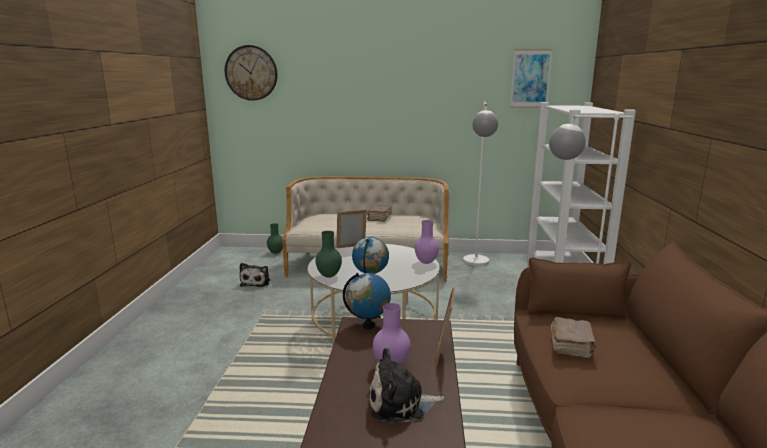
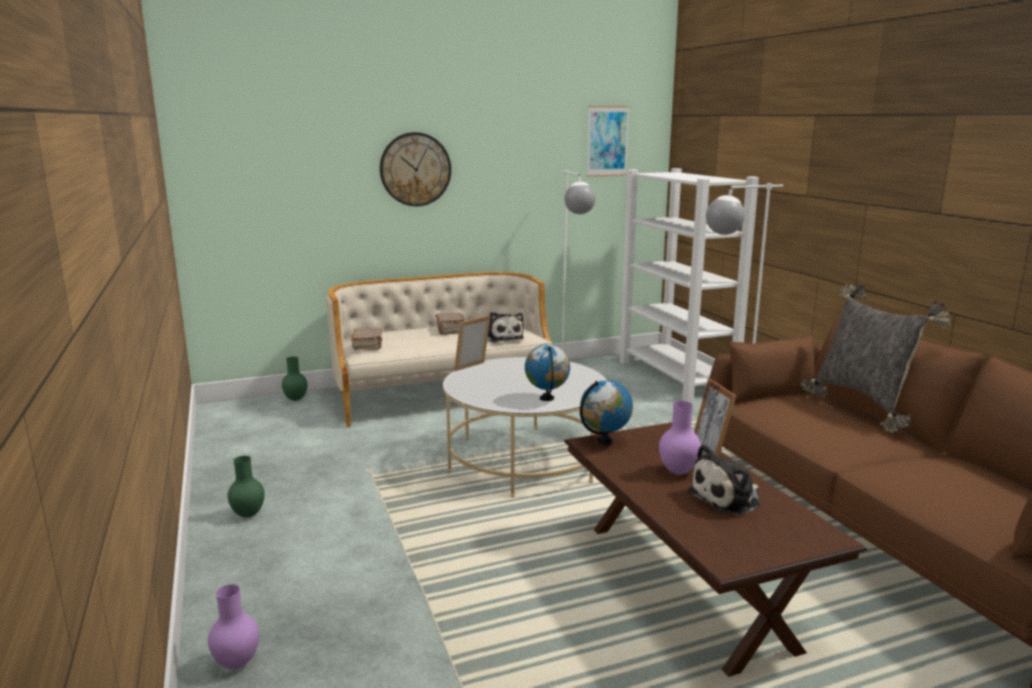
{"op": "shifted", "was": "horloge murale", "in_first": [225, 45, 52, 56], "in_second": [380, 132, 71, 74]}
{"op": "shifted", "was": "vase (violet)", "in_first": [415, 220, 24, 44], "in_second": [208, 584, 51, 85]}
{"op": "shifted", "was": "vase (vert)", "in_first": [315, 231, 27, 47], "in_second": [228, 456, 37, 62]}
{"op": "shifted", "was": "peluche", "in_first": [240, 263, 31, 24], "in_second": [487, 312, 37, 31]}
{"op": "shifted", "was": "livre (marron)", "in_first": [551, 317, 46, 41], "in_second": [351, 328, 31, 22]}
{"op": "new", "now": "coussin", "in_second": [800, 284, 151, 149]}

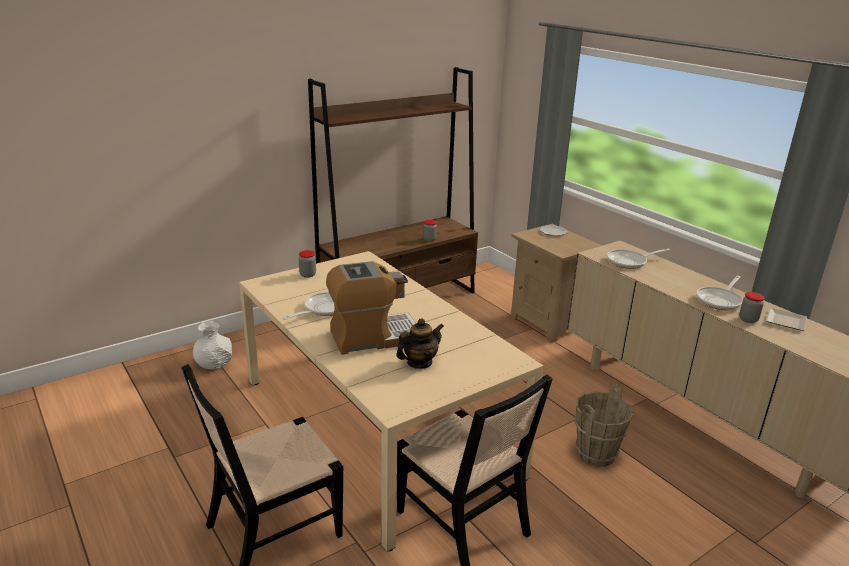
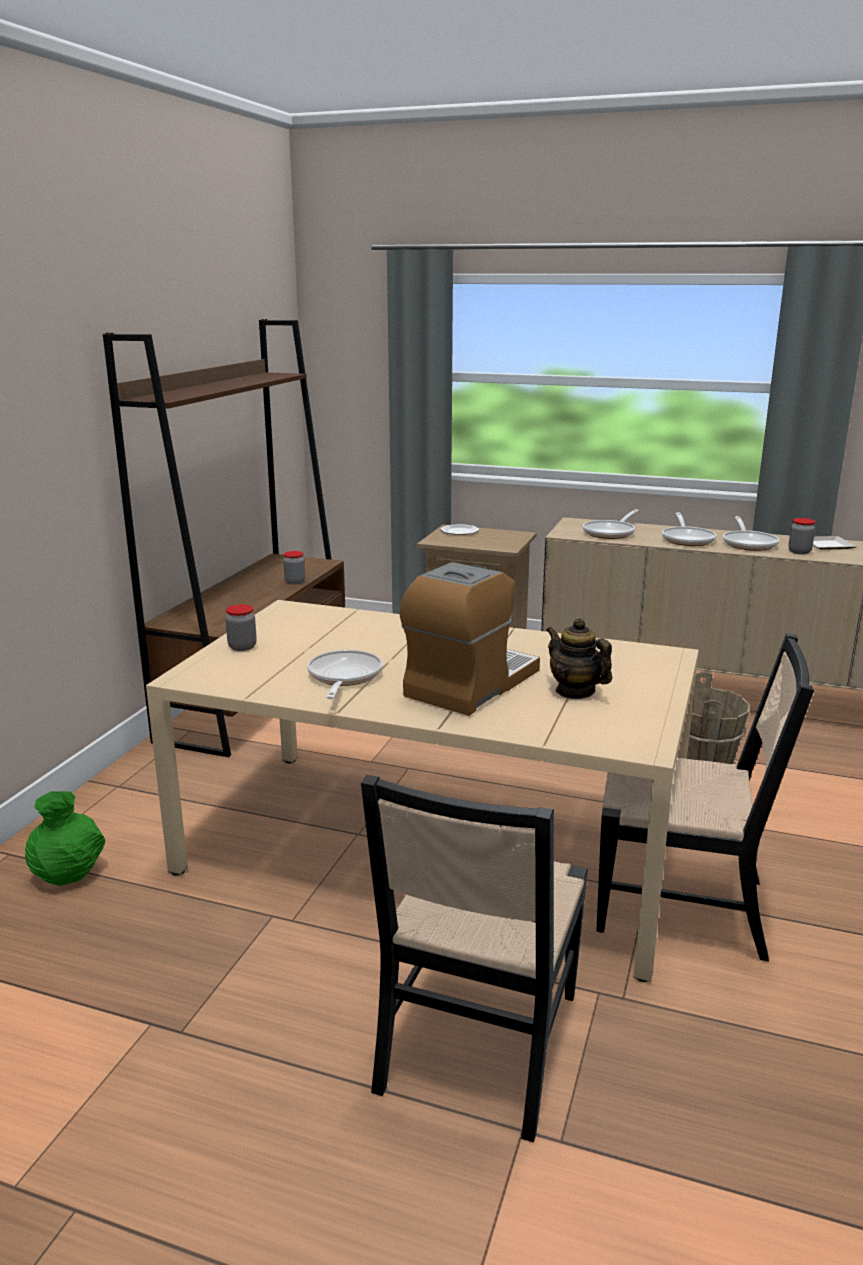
{"op": "rotated", "was": "théière", "in_first": [396, 318, 48, 51], "in_second": [546, 618, 66, 81], "clockwise": -60}
{"op": "repainted", "was": "vase (blanc)", "now": "vase (vert)", "in_first": [193, 321, 39, 49], "in_second": [25, 791, 80, 95]}
{"op": "new", "now": "poêle", "in_second": [662, 513, 55, 33]}

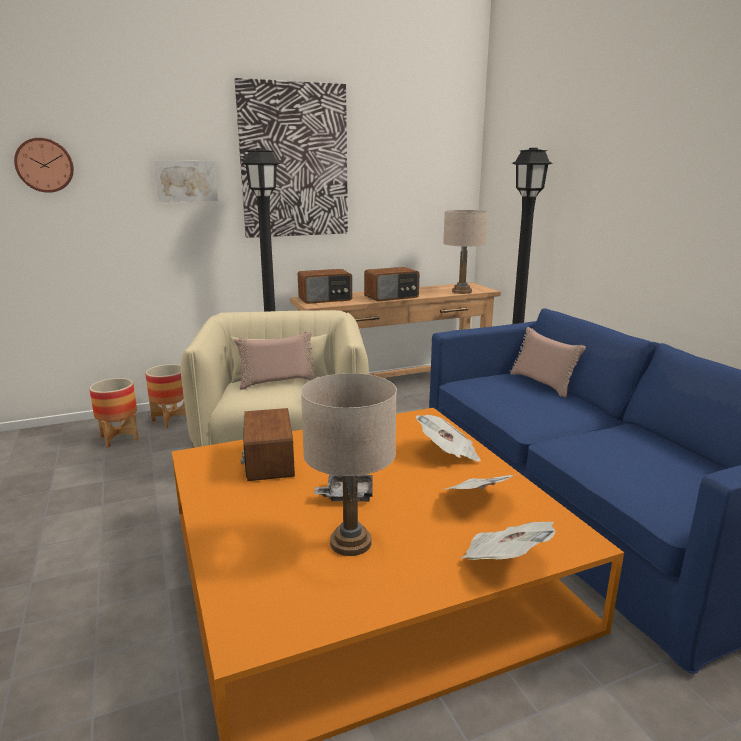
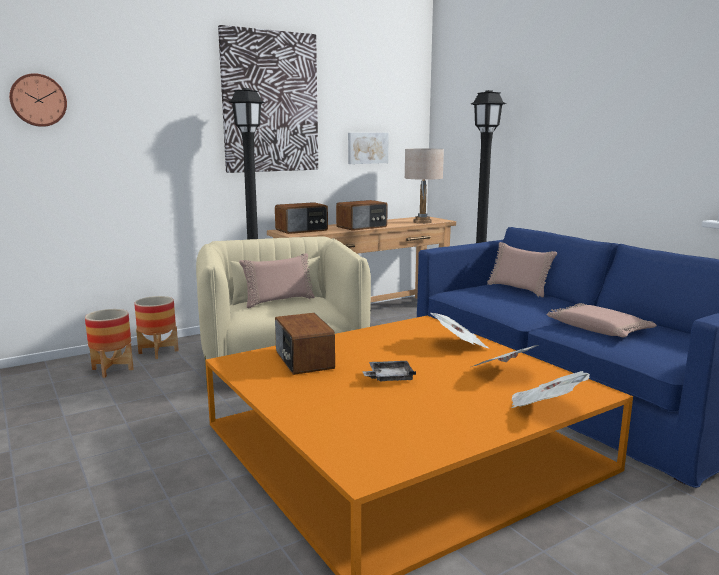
{"op": "shifted", "was": "tableau", "in_first": [154, 161, 64, 41], "in_second": [348, 133, 41, 31]}
{"op": "gone", "was": "lampe de table (beige)", "in_first": [301, 373, 96, 183]}
{"op": "new", "now": "coussin (beige)", "in_second": [546, 303, 111, 34]}

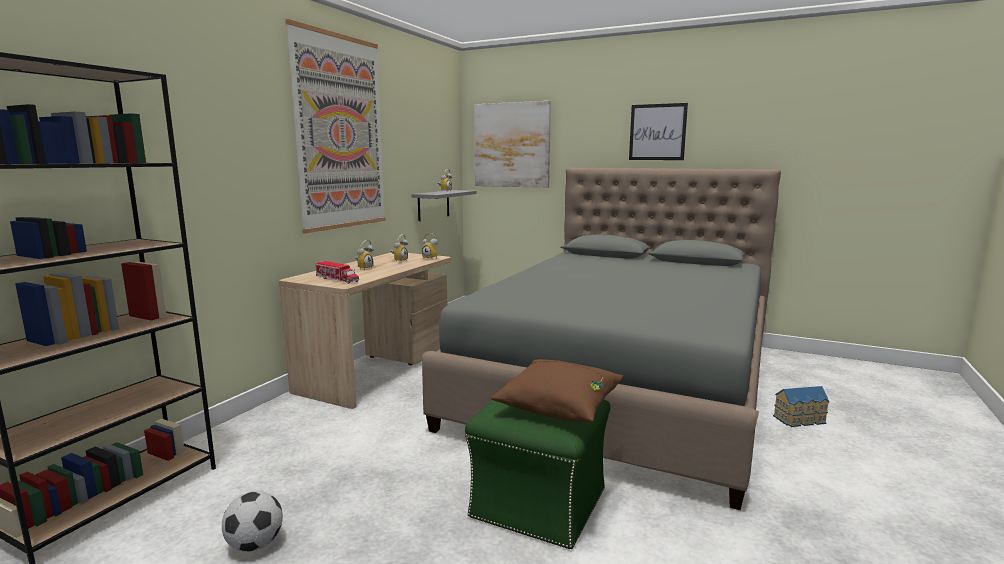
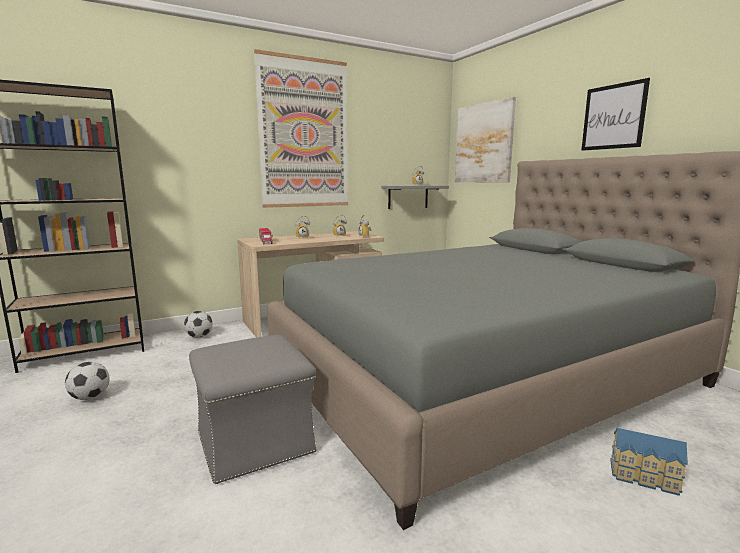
{"op": "gone", "was": "coussin (marron)", "in_first": [491, 359, 133, 63]}
{"op": "repainted", "was": "pouf (vert)", "now": "pouf (gris)", "in_first": [465, 400, 146, 149], "in_second": [189, 335, 128, 149]}
{"op": "new", "now": "ballon de foot", "in_second": [184, 311, 29, 27]}

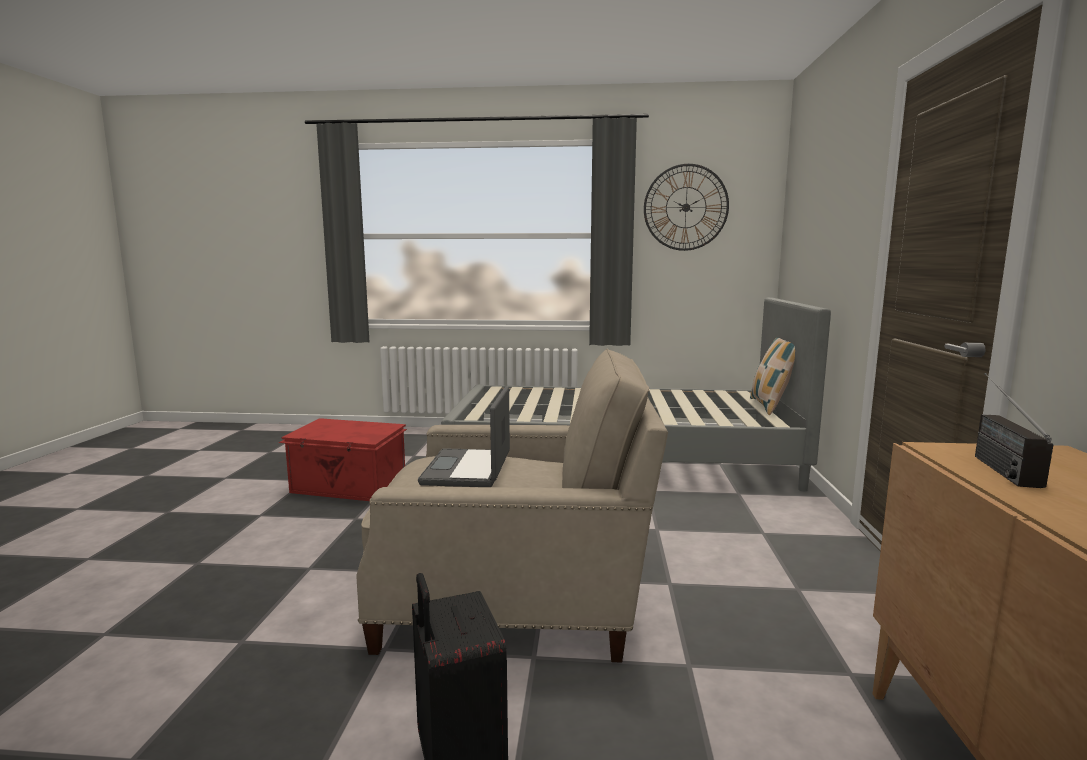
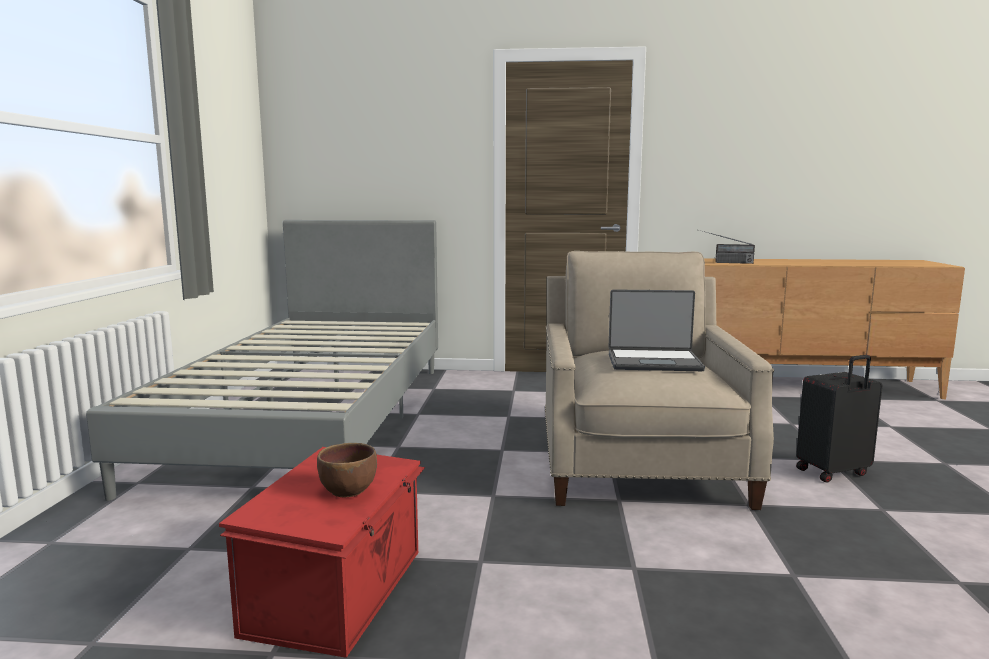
{"op": "gone", "was": "horloge murale", "in_first": [644, 164, 85, 87]}
{"op": "gone", "was": "coussin", "in_first": [750, 338, 45, 77]}
{"op": "new", "now": "bol (marron)", "in_second": [317, 443, 60, 54]}

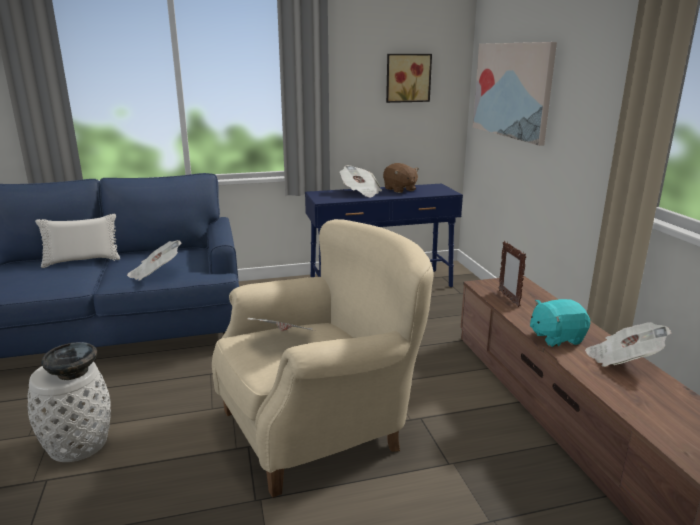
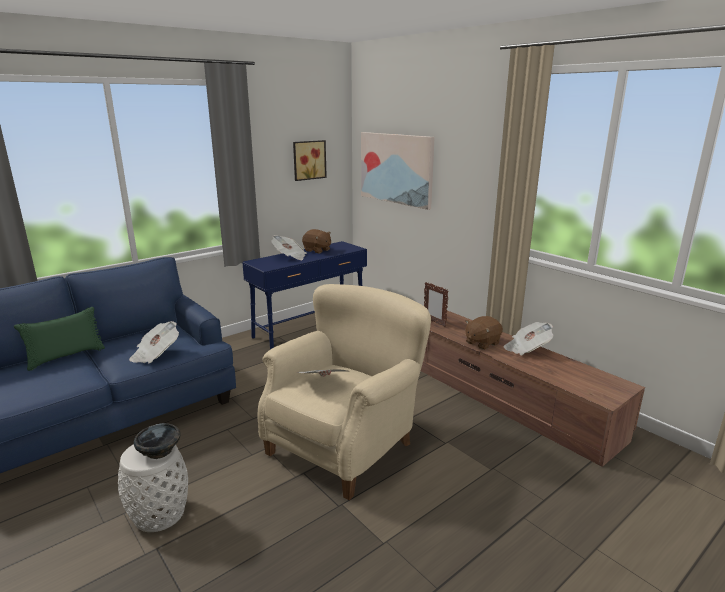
{"op": "repainted", "was": "coussin (blanc)", "now": "coussin (vert)", "in_first": [35, 214, 85, 54], "in_second": [14, 307, 91, 64]}
{"op": "repainted", "was": "peluche (turquoise)", "now": "peluche (marron)", "in_first": [530, 299, 60, 48], "in_second": [465, 316, 38, 34]}

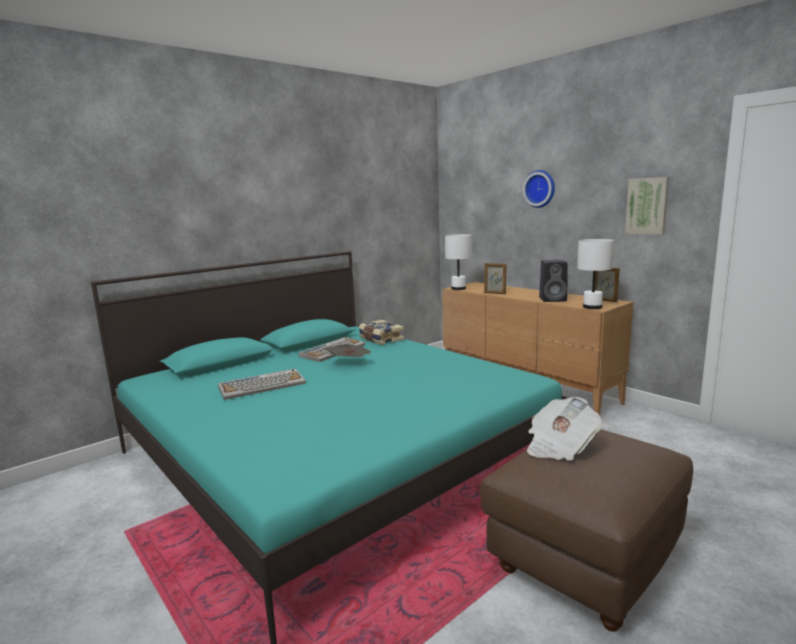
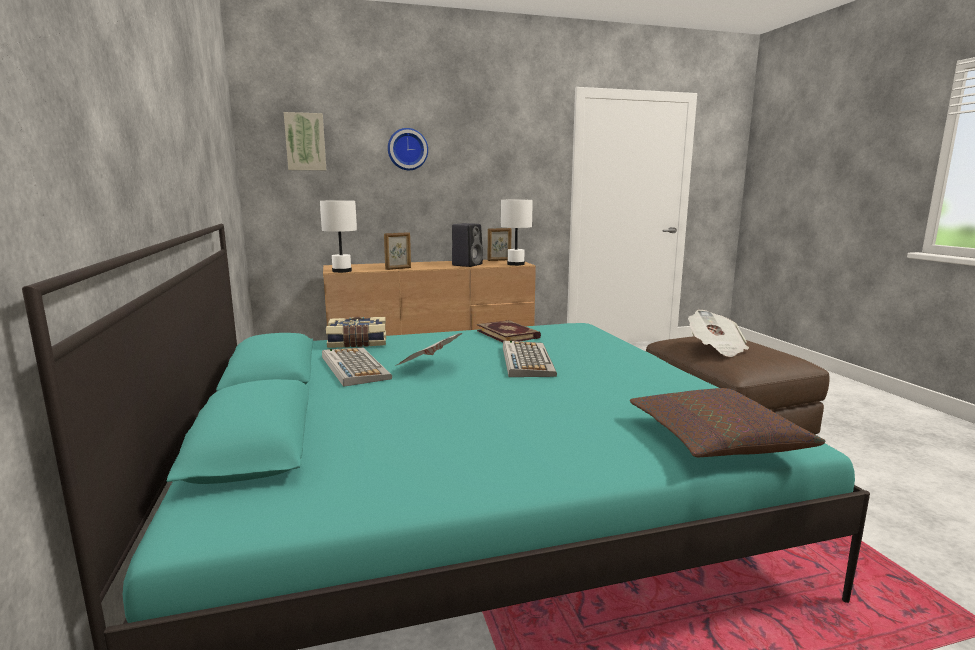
{"op": "shifted", "was": "tableau", "in_first": [625, 177, 44, 58], "in_second": [284, 112, 42, 58]}
{"op": "shifted", "was": "clavier", "in_first": [218, 369, 88, 31], "in_second": [503, 341, 54, 36]}
{"op": "new", "now": "livre", "in_second": [477, 320, 64, 23]}
{"op": "new", "now": "coussin (marron)", "in_second": [630, 388, 196, 69]}

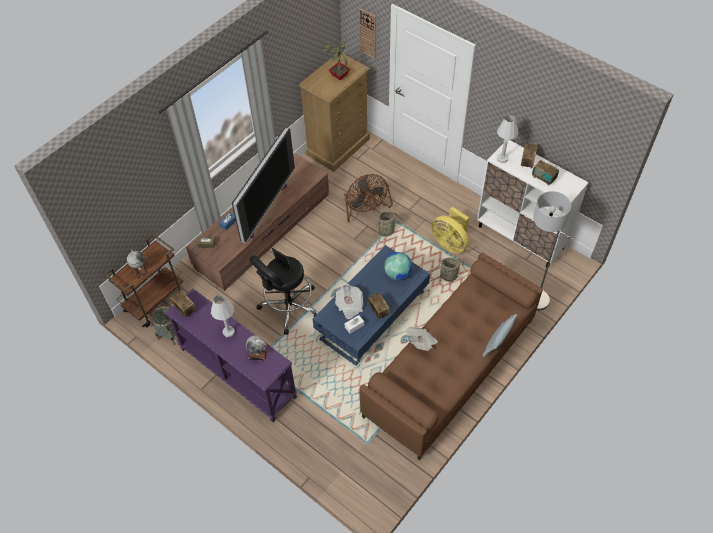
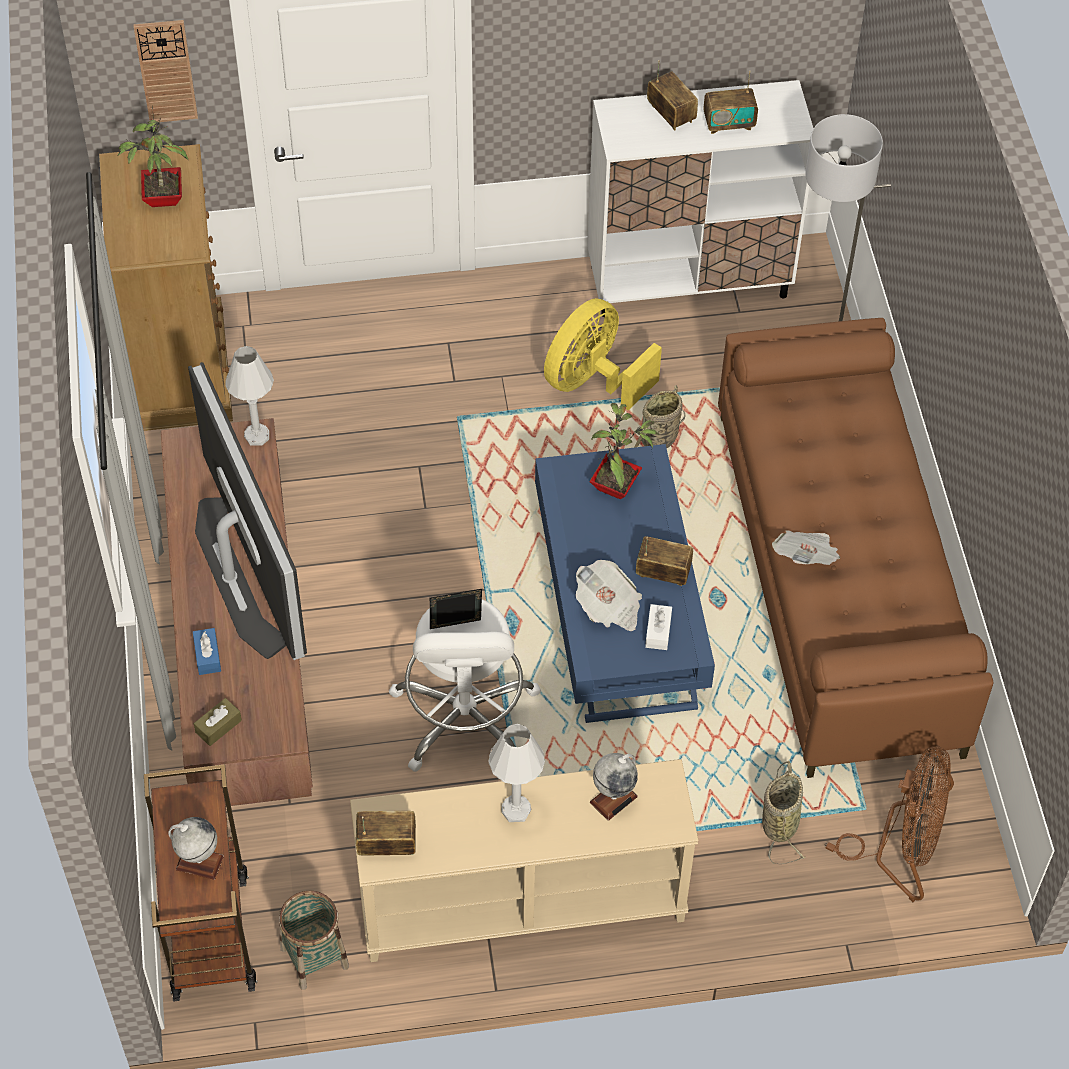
{"op": "shifted", "was": "lampe de table (blanc)", "in_first": [497, 115, 21, 48], "in_second": [225, 346, 49, 100]}
{"op": "shifted", "was": "ventilateur (marron)", "in_first": [344, 174, 49, 48], "in_second": [824, 745, 130, 157]}
{"op": "rotated", "was": "ventilateur (jaune)", "in_first": [431, 207, 38, 47], "in_second": [544, 298, 118, 112], "clockwise": 135}
{"op": "shifted", "was": "panier", "in_first": [372, 211, 35, 31], "in_second": [762, 761, 43, 103]}
{"op": "swapped", "was": "globe", "now": "plante en pot", "in_first": [384, 252, 28, 28], "in_second": [589, 403, 70, 97]}
{"op": "repainted", "was": "tabouret (noir)", "now": "tabouret (blanc)", "in_first": [250, 255, 67, 80], "in_second": [389, 599, 152, 173]}
{"op": "repainted", "was": "table console (violet)", "now": "table console (beige)", "in_first": [166, 288, 131, 134], "in_second": [350, 759, 349, 203]}
{"op": "gone", "was": "coussin (bleu)", "in_first": [483, 314, 34, 43]}

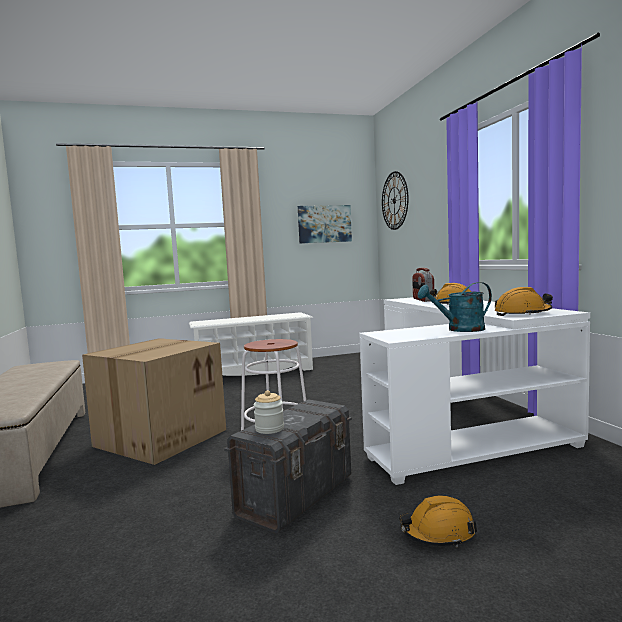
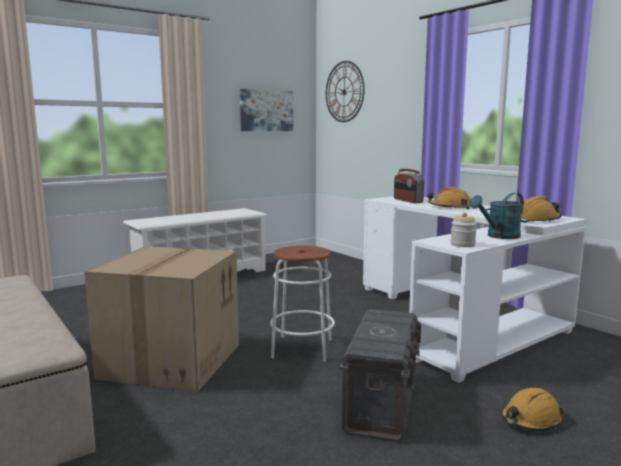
{"op": "shifted", "was": "bocal", "in_first": [253, 390, 31, 44], "in_second": [450, 212, 27, 35]}

